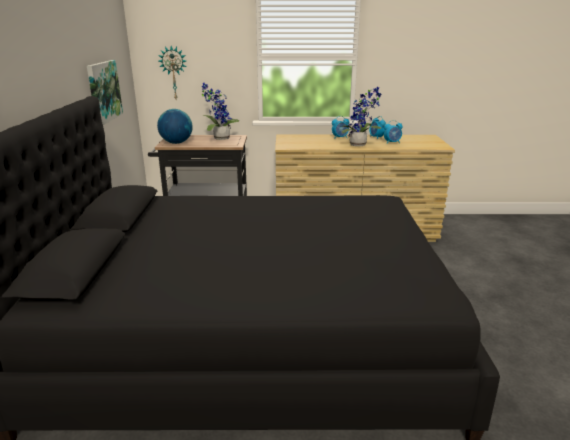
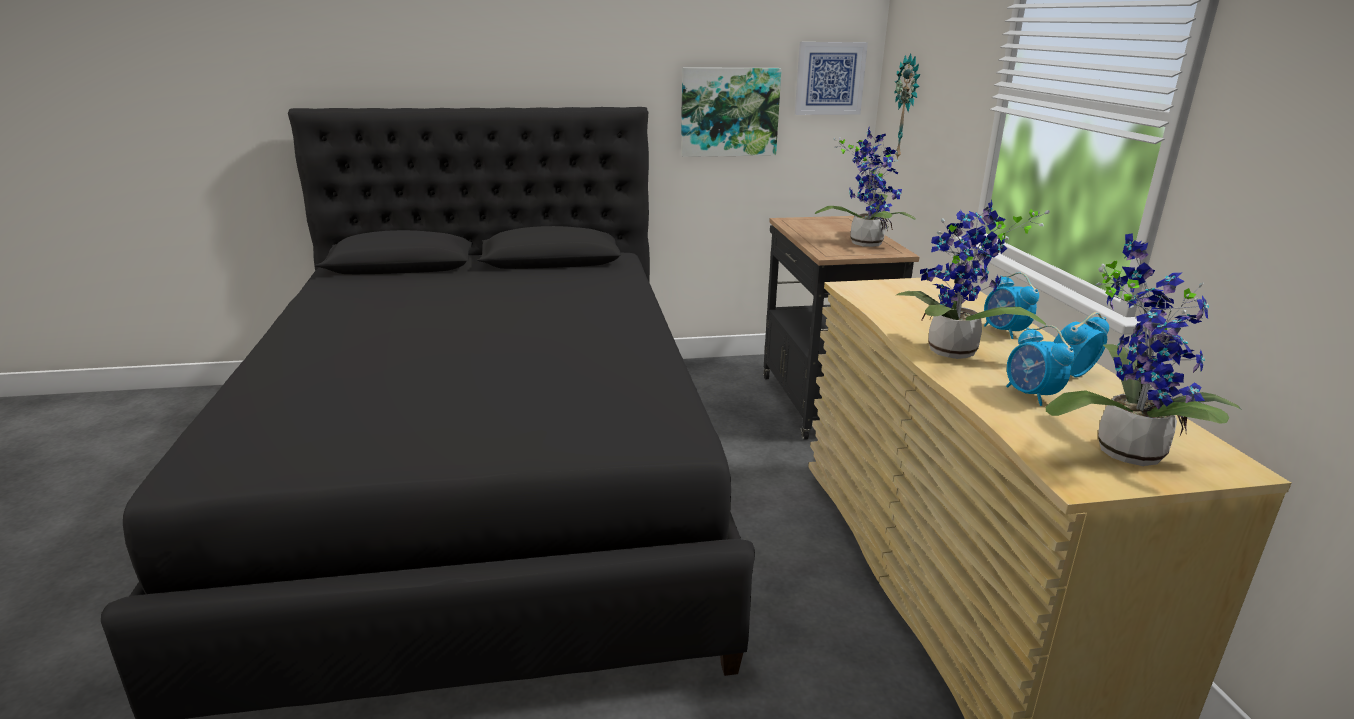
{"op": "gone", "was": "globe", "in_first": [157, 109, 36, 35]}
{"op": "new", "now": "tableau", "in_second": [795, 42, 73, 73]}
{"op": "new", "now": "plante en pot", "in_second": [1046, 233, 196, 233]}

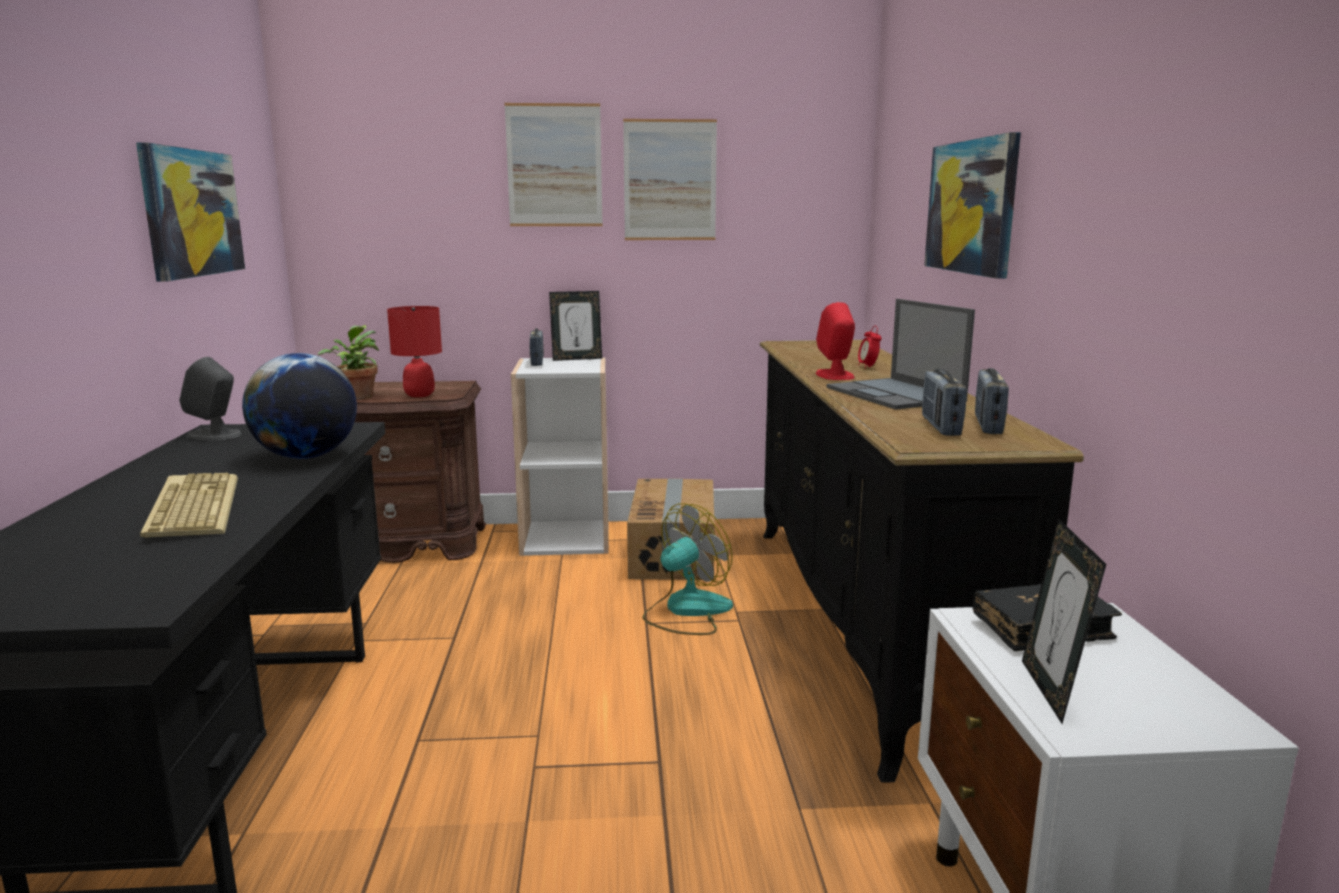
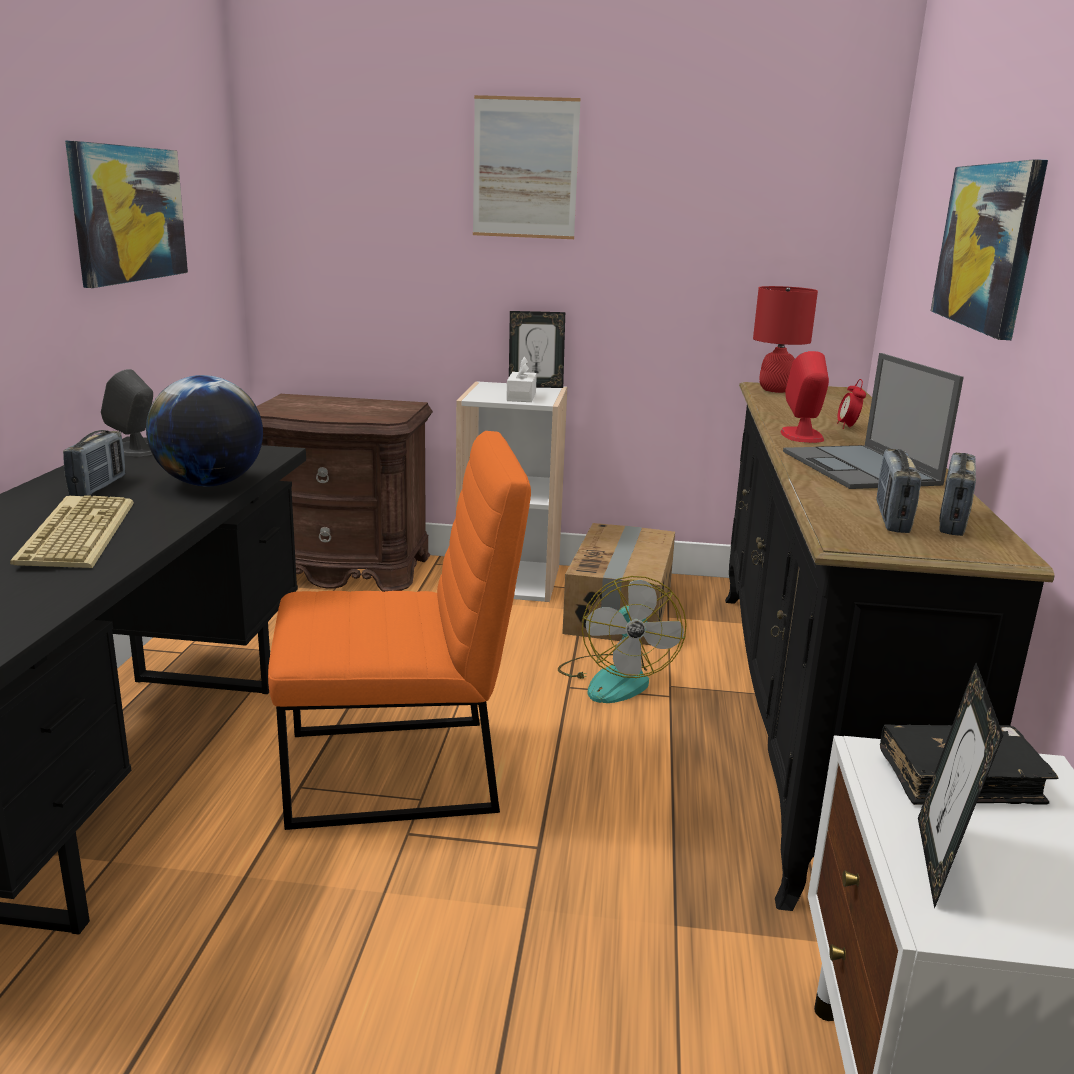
{"op": "gone", "was": "tableau", "in_first": [623, 119, 94, 121]}
{"op": "shifted", "was": "lampe de table (rouge)", "in_first": [387, 306, 55, 91], "in_second": [753, 286, 65, 107]}
{"op": "gone", "was": "plante en pot", "in_first": [318, 325, 61, 74]}
{"op": "shifted", "was": "radio", "in_first": [530, 328, 14, 38], "in_second": [63, 430, 62, 66]}
{"op": "rotated", "was": "ventilateur", "in_first": [642, 503, 91, 132], "in_second": [558, 576, 129, 127], "clockwise": 120}
{"op": "new", "now": "boîte à mouchoirs (blanc)", "in_second": [506, 356, 31, 46]}
{"op": "new", "now": "chaise (orange)", "in_second": [268, 431, 263, 399]}

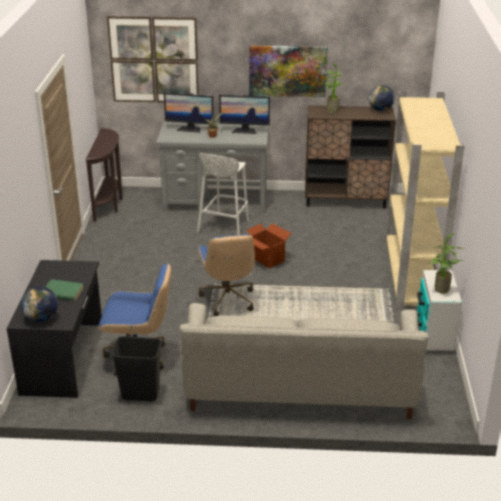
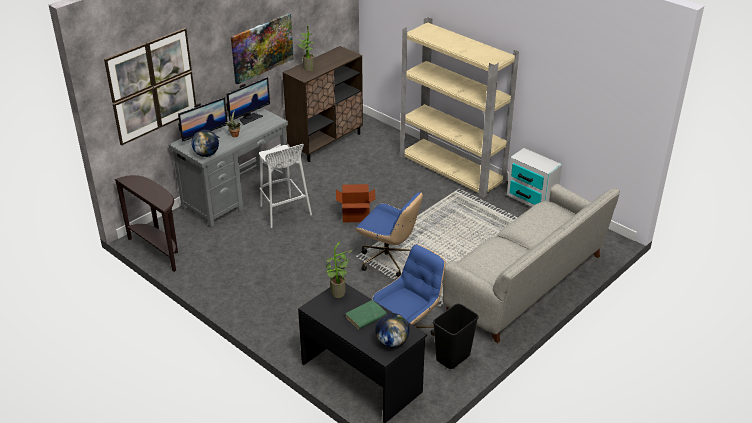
{"op": "shifted", "was": "globe", "in_first": [369, 85, 26, 26], "in_second": [191, 130, 28, 27]}
{"op": "shifted", "was": "plante en pot", "in_first": [430, 233, 35, 61], "in_second": [326, 242, 27, 56]}

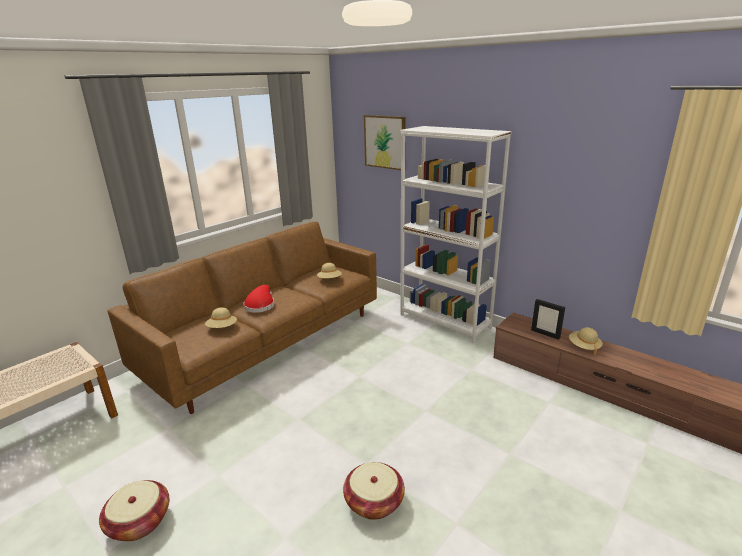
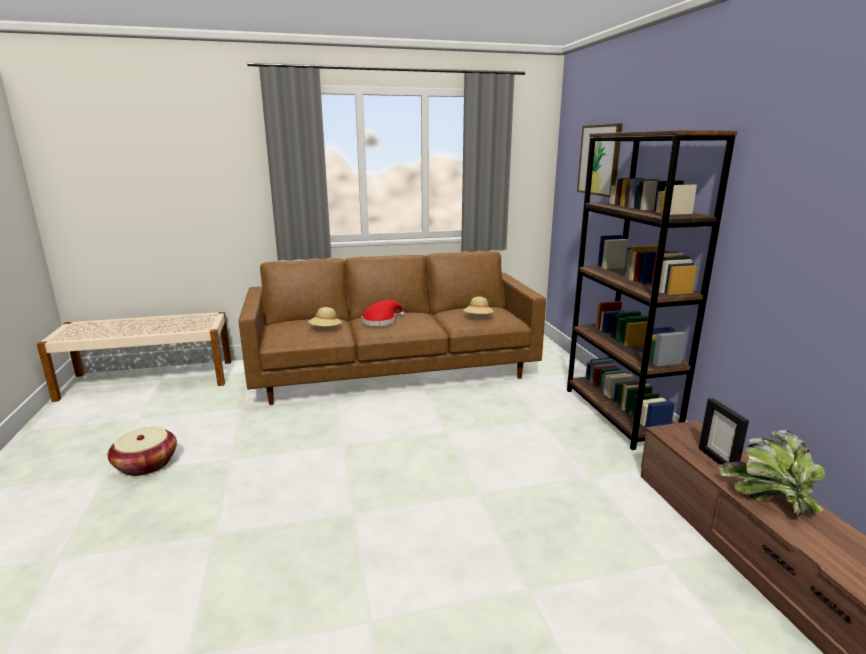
{"op": "repainted", "was": "bibliothèque (blanc)", "now": "bibliothèque (marron)", "in_first": [400, 126, 112, 217], "in_second": [567, 130, 170, 320]}
{"op": "swapped", "was": "chapeau (beige)", "now": "plante en pot", "in_first": [569, 327, 34, 28], "in_second": [719, 430, 107, 86]}
{"op": "gone", "was": "panier", "in_first": [343, 462, 62, 58]}

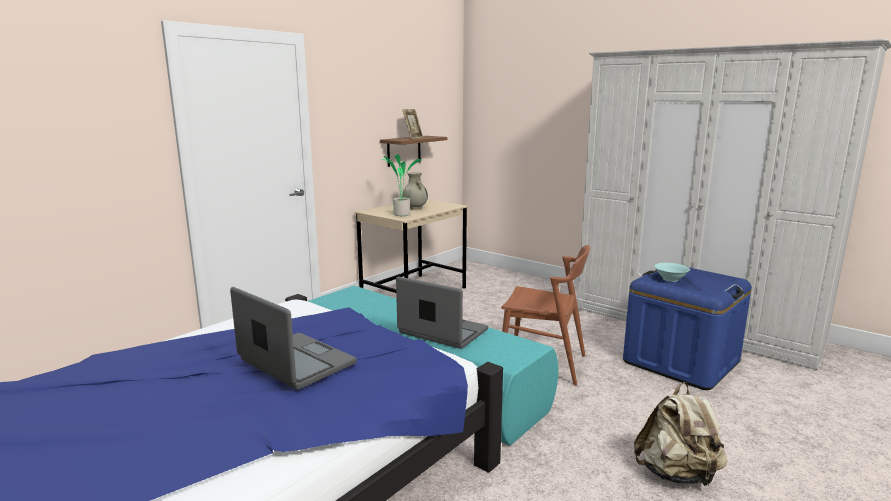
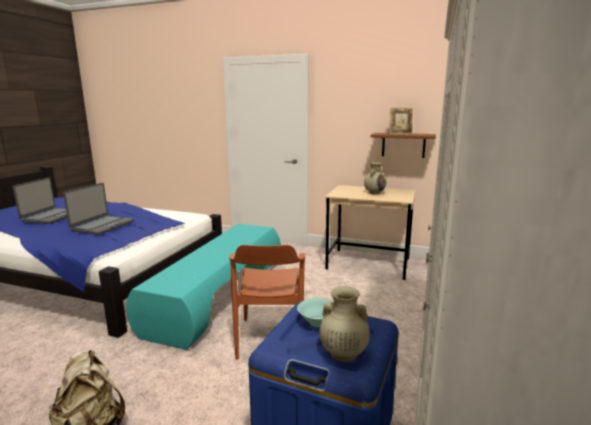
{"op": "gone", "was": "plante en pot", "in_first": [380, 154, 42, 62]}
{"op": "shifted", "was": "ordinateur portable", "in_first": [396, 276, 92, 73], "in_second": [13, 177, 54, 47]}
{"op": "new", "now": "vase (beige)", "in_second": [319, 286, 51, 76]}

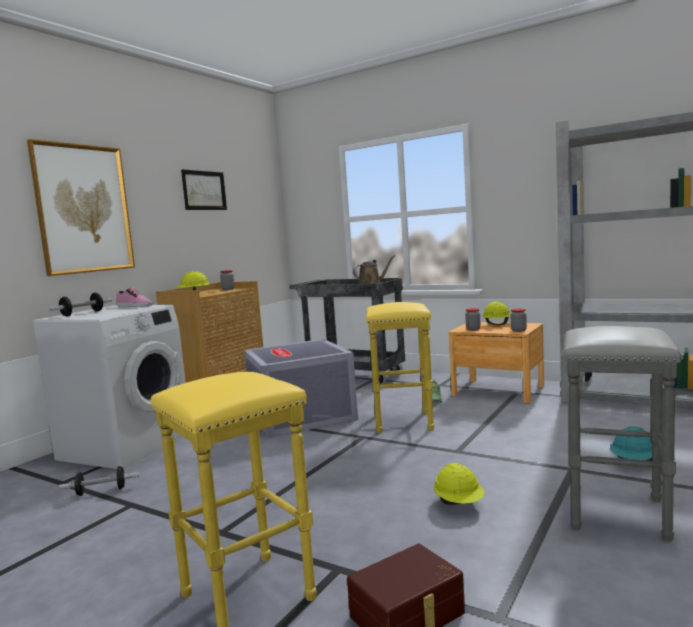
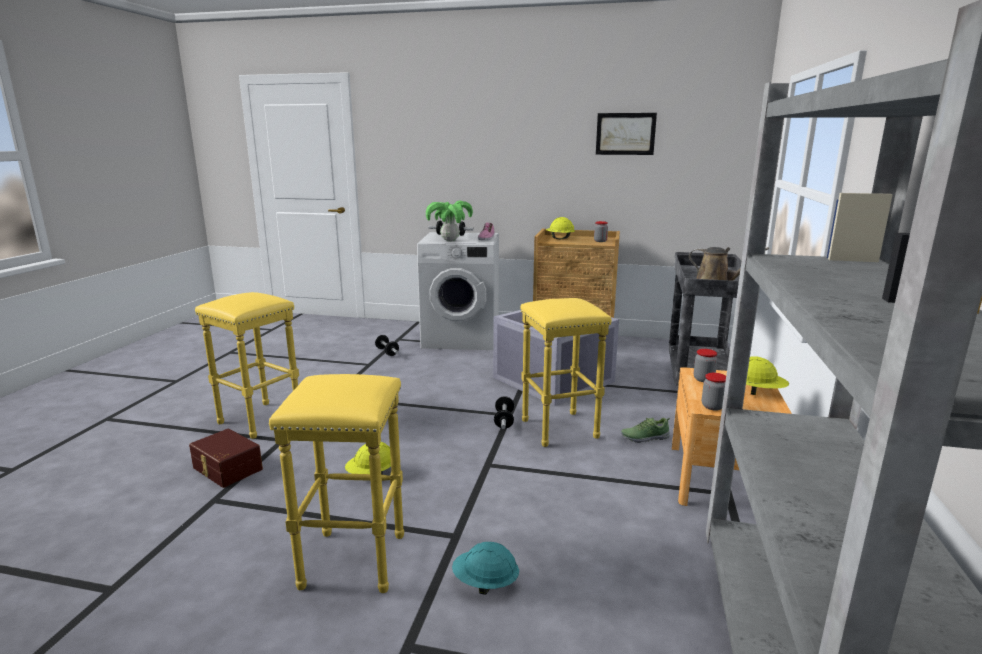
{"op": "gone", "was": "tableau", "in_first": [27, 139, 108, 137]}
{"op": "repainted", "was": "tabouret (gris)", "now": "tabouret (jaune)", "in_first": [564, 326, 117, 215], "in_second": [269, 374, 135, 219]}
{"op": "new", "now": "plante en pot", "in_second": [426, 201, 47, 40]}
{"op": "new", "now": "haltère", "in_second": [494, 396, 20, 33]}

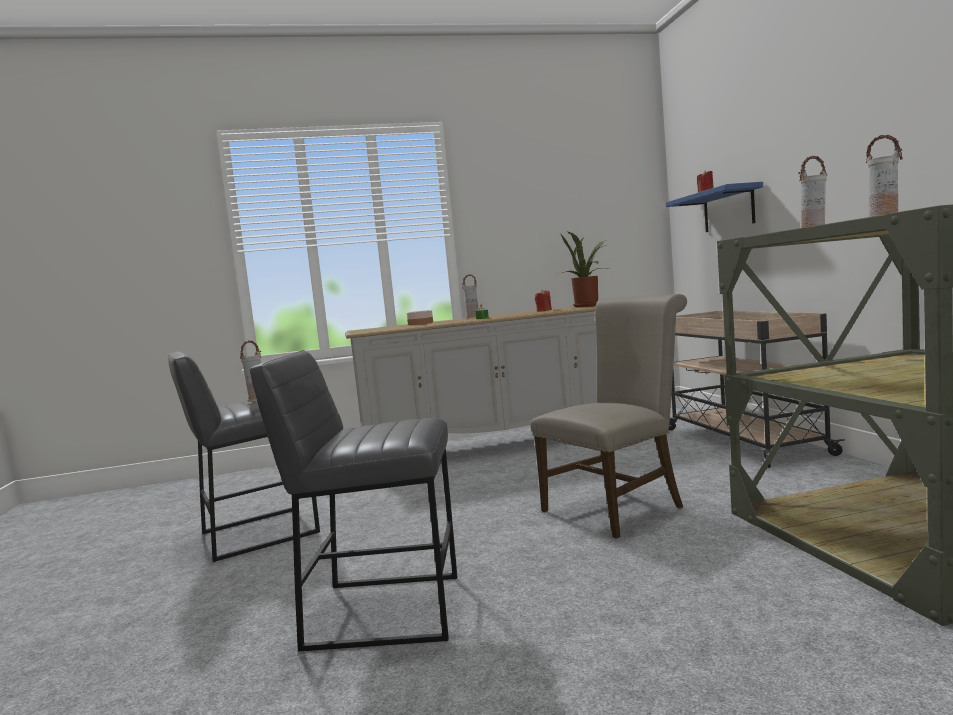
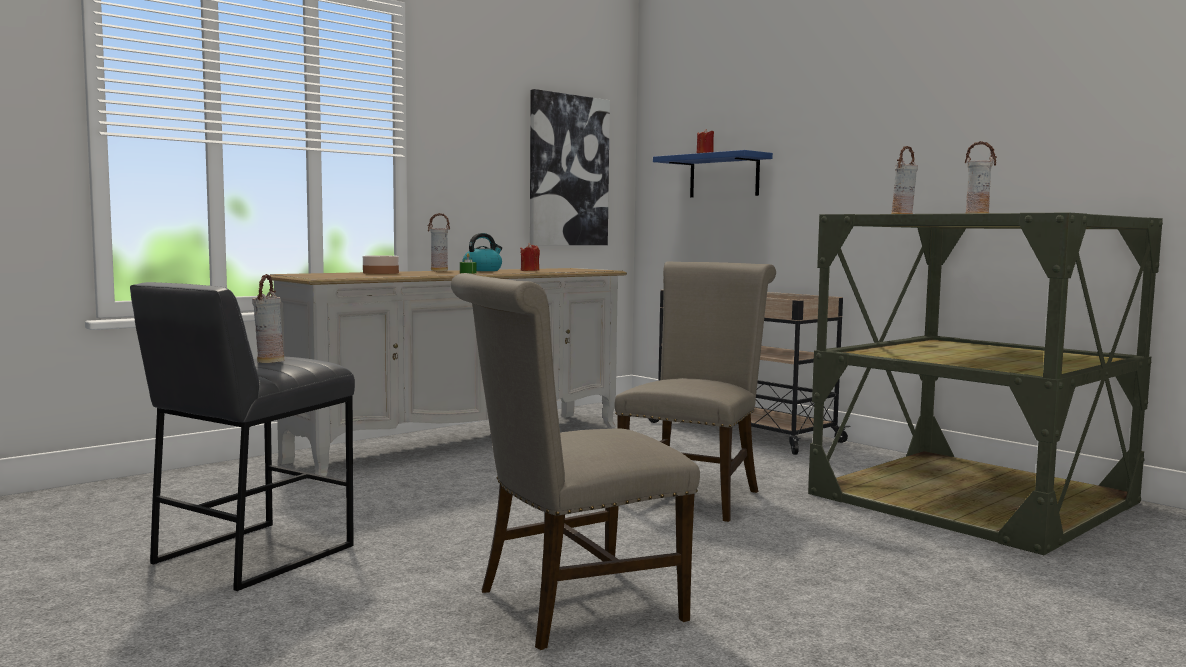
{"op": "gone", "was": "plante en pot", "in_first": [559, 232, 50, 75]}
{"op": "swapped", "was": "tabouret (gris)", "now": "chaise (beige)", "in_first": [250, 350, 207, 301], "in_second": [451, 273, 249, 377]}
{"op": "new", "now": "tableau", "in_second": [530, 89, 80, 156]}
{"op": "new", "now": "bouilloire", "in_second": [463, 233, 39, 38]}

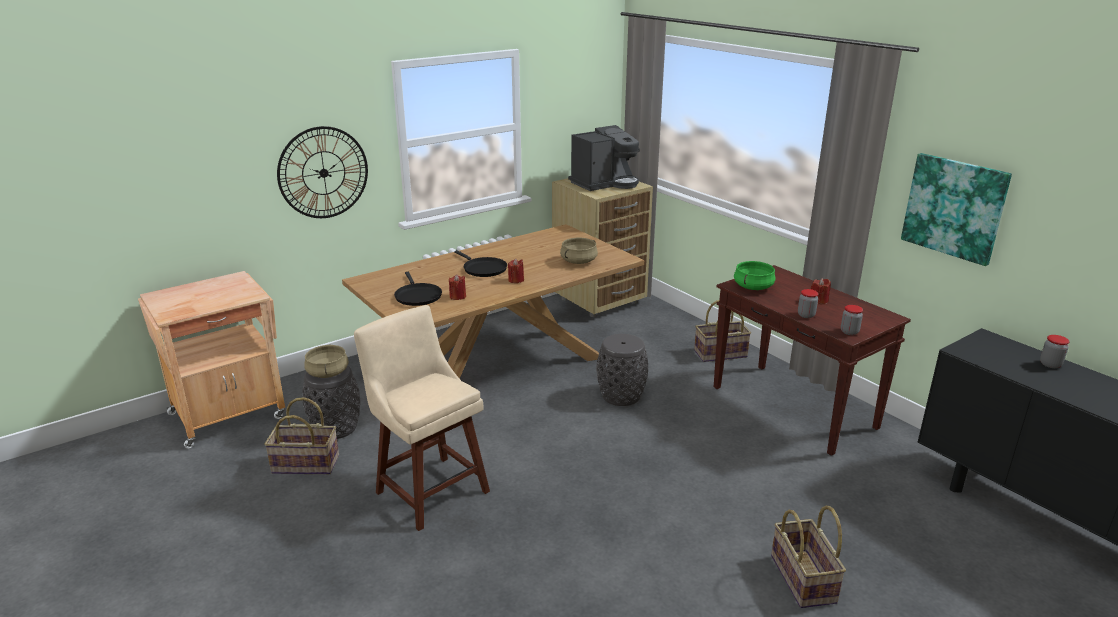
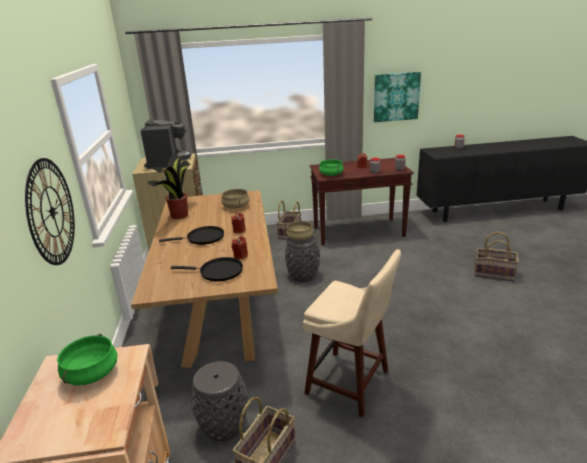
{"op": "rotated", "was": "chaise (beige)", "in_first": [354, 305, 136, 226], "in_second": [303, 249, 98, 169], "clockwise": -135}
{"op": "shifted", "was": "marmite (beige)", "in_first": [304, 344, 45, 34], "in_second": [285, 221, 31, 20]}
{"op": "new", "now": "plante en pot", "in_second": [147, 153, 44, 66]}
{"op": "new", "now": "marmite (vert)", "in_second": [57, 334, 60, 51]}

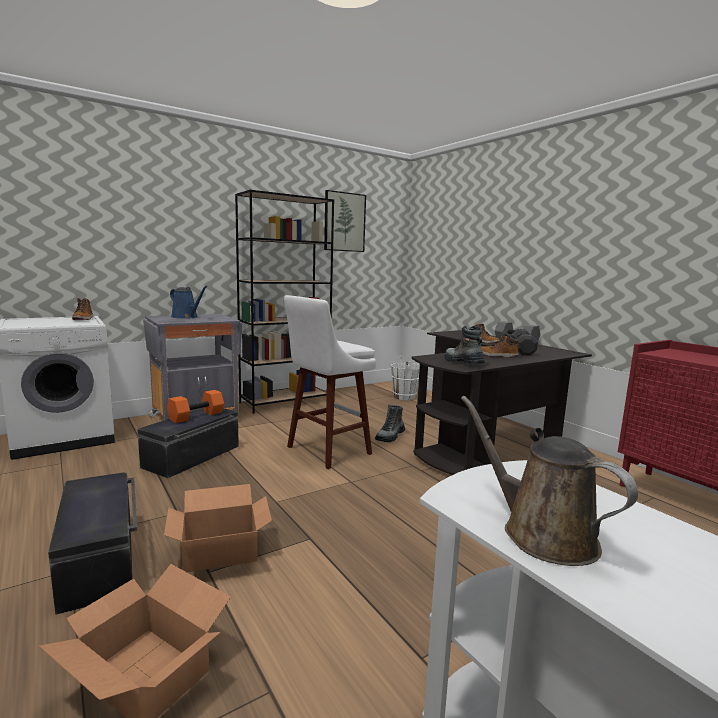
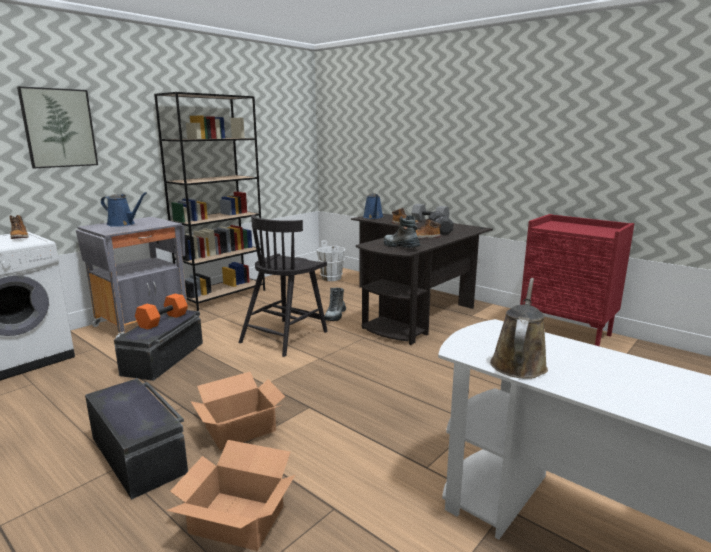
{"op": "shifted", "was": "tableau", "in_first": [324, 190, 42, 62], "in_second": [17, 86, 81, 82]}
{"op": "swapped", "was": "tabouret (blanc)", "now": "chaise (noir)", "in_first": [284, 295, 92, 174], "in_second": [238, 214, 90, 143]}
{"op": "rotated", "was": "arrosoir (marron)", "in_first": [461, 396, 177, 170], "in_second": [490, 278, 58, 101], "clockwise": 75}
{"op": "new", "now": "arrosoir (bleu)", "in_second": [363, 193, 21, 26]}

